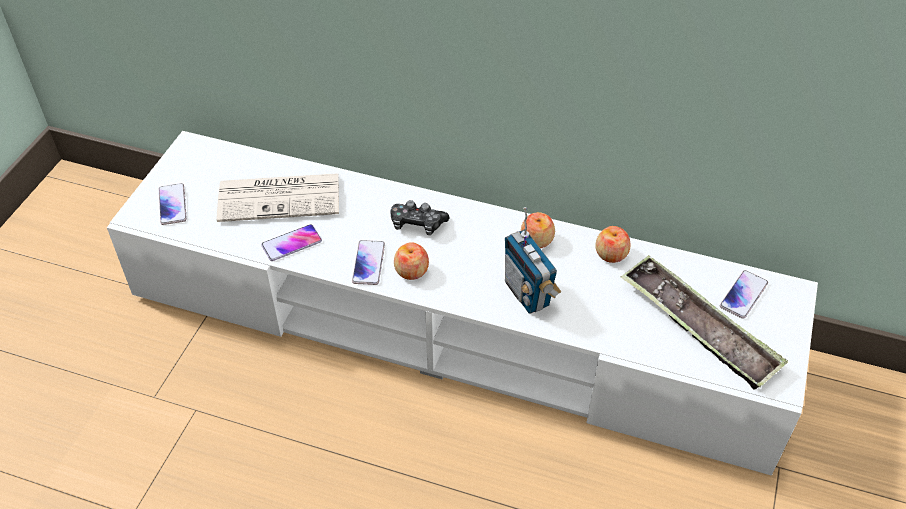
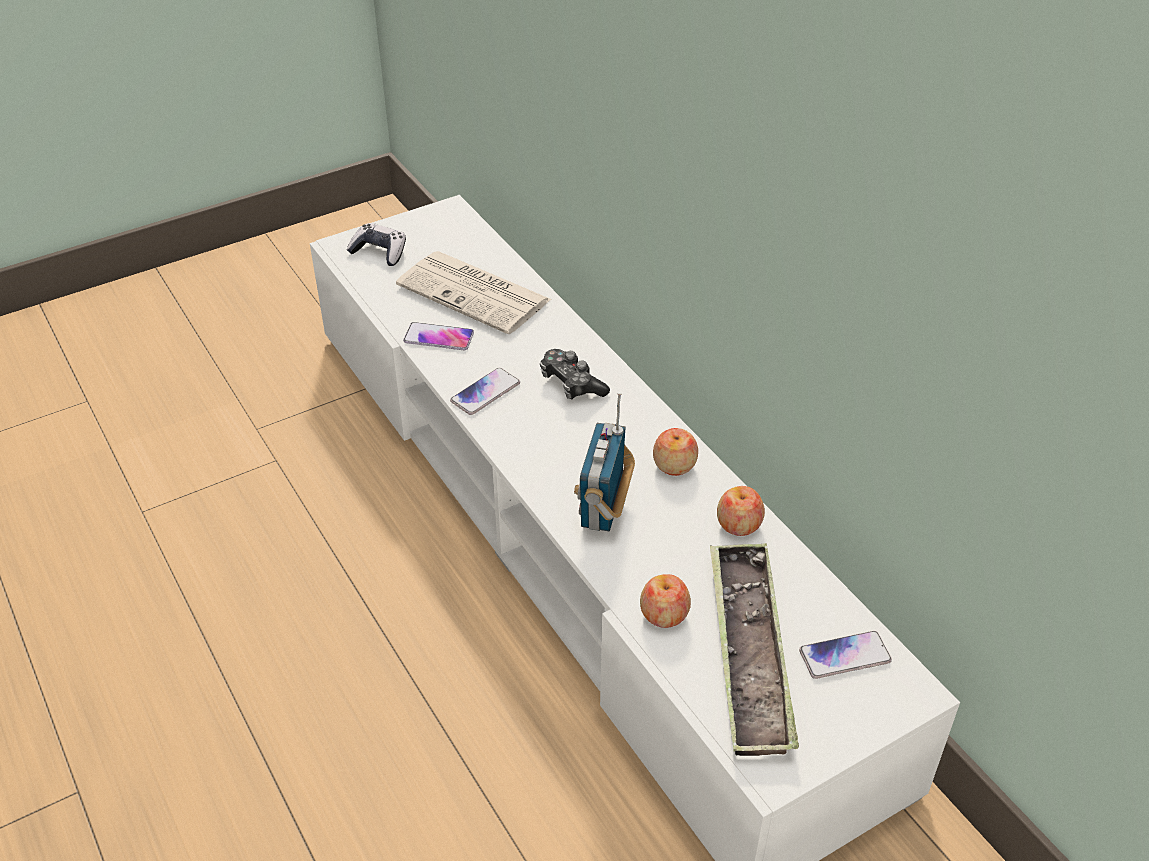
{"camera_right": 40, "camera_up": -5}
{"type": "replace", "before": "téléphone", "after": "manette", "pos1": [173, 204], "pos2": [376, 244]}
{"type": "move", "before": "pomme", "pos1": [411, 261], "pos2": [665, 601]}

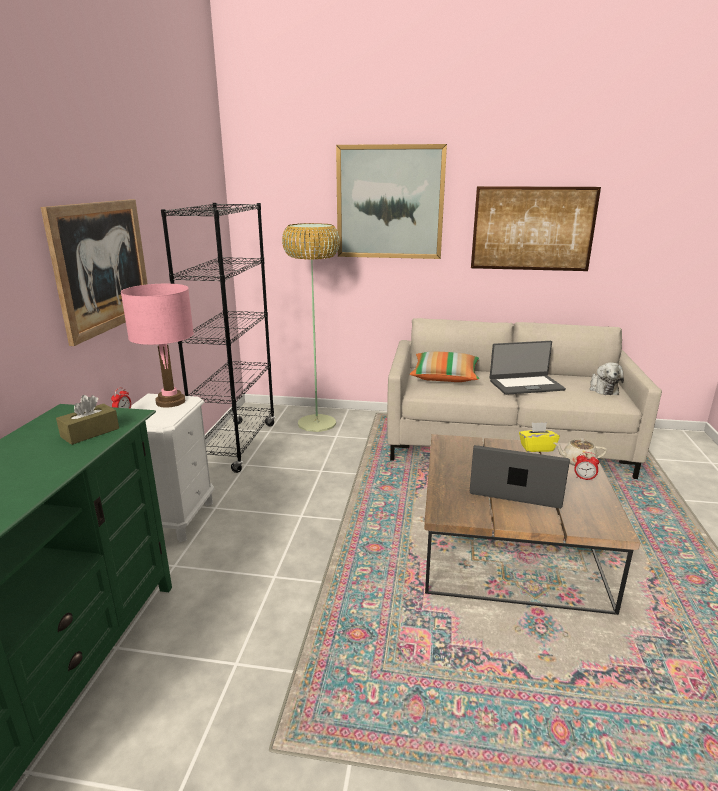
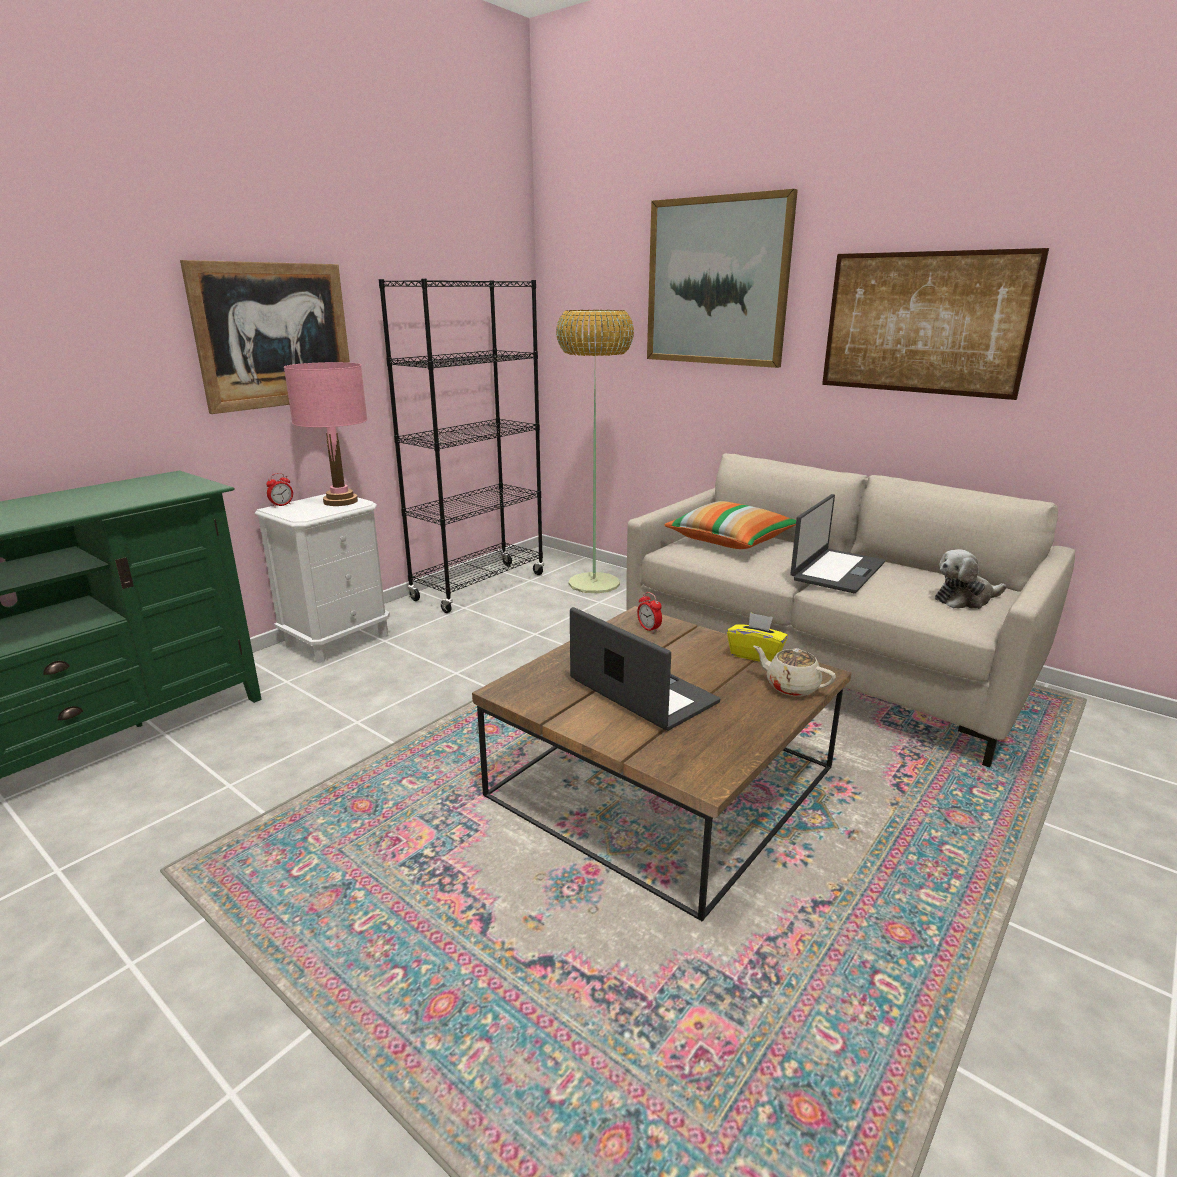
{"camera_right": 30, "camera_up": 0}
{"type": "delete", "before": "boîte à mouchoirs [marron]", "pos1": [87, 420]}
{"type": "rotate", "before": "ordinateur portable", "pos1": [528, 368], "pos2": [837, 543], "turn": -75}
{"type": "move", "before": "réveil", "pos1": [586, 466], "pos2": [649, 612]}
{"type": "rotate", "before": "peluche", "pos1": [606, 378], "pos2": [970, 579], "turn": 45}

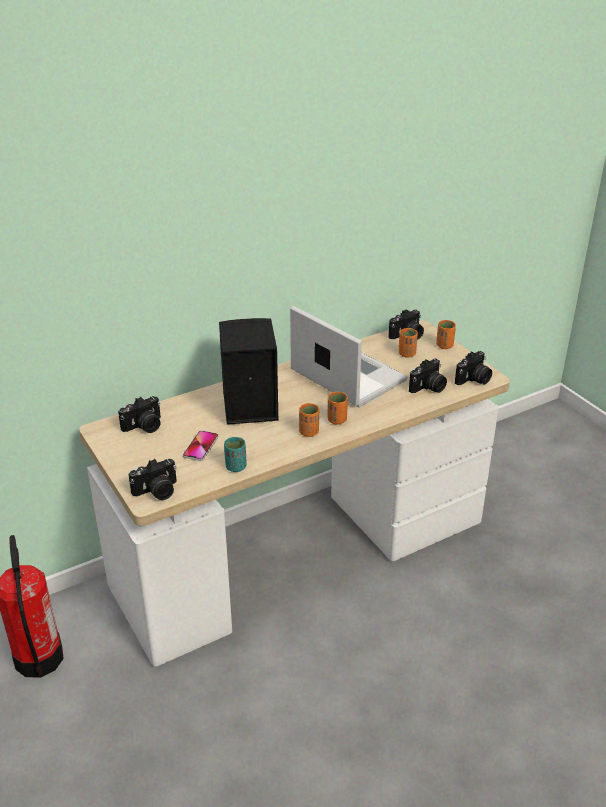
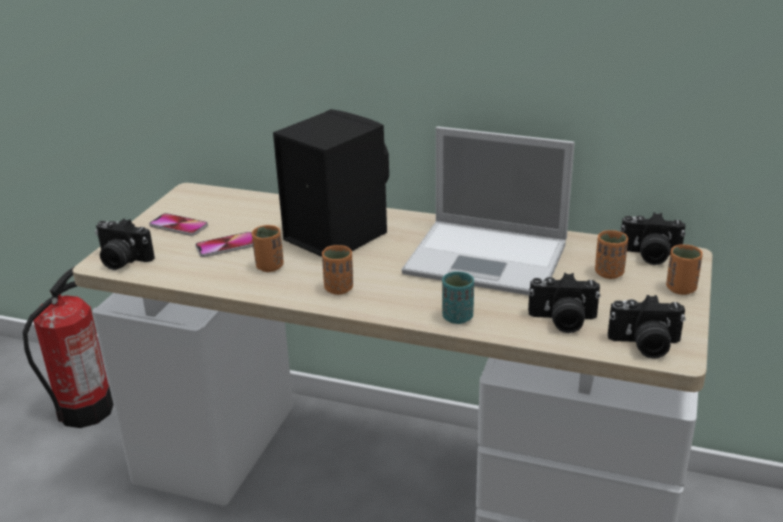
{"camera_right": 50, "camera_up": -5}
{"type": "delete", "before": "appareil photo", "pos1": [139, 414]}
{"type": "move", "before": "tasse [turquoise]", "pos1": [235, 454], "pos2": [458, 297]}
{"type": "rotate", "before": "ordinateur portable", "pos1": [349, 356], "pos2": [488, 210], "turn": 105}
{"type": "move", "before": "tasse [orange]", "pos1": [337, 408], "pos2": [268, 248]}
{"type": "insert", "after": "téléphone", "pos2": [178, 224]}

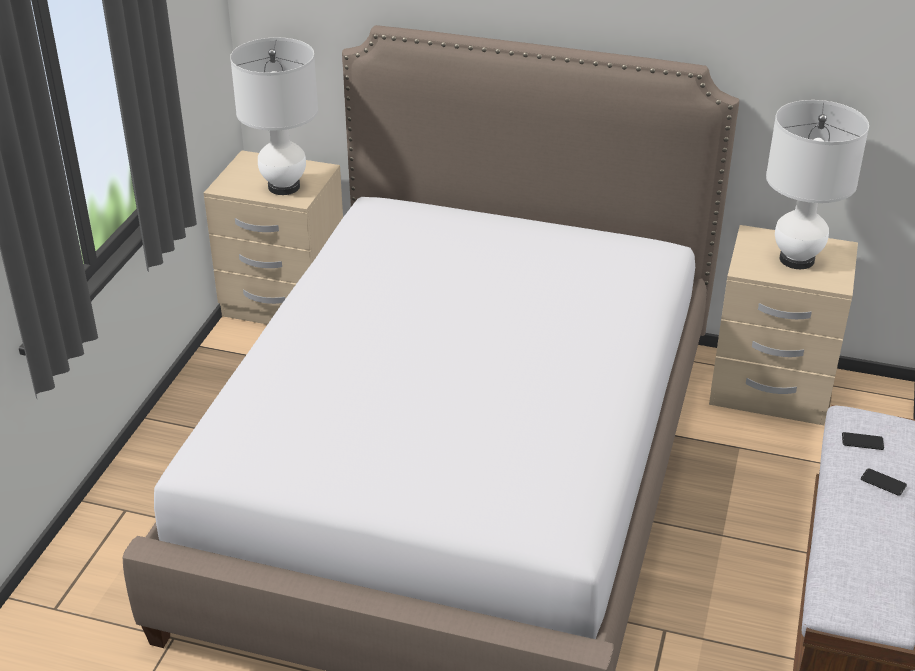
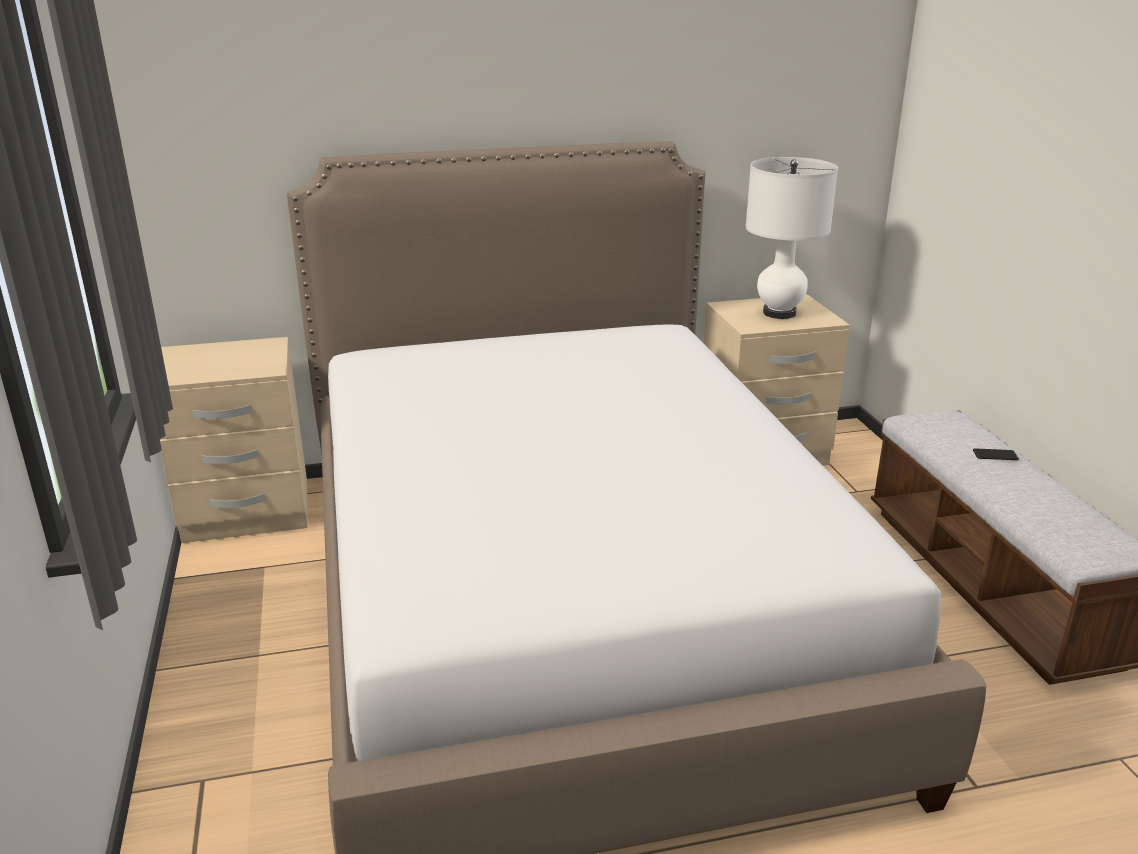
{"camera_right": -30, "camera_up": -10}
{"type": "delete", "before": "lampe de table [blanc]", "pos1": [274, 116]}
{"type": "delete", "before": "téléphone", "pos1": [863, 441]}

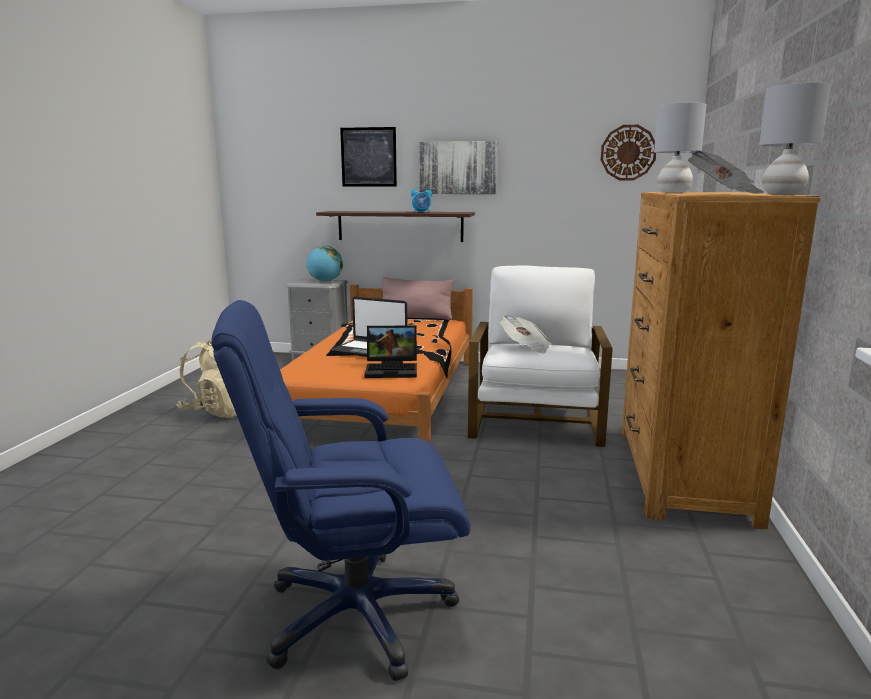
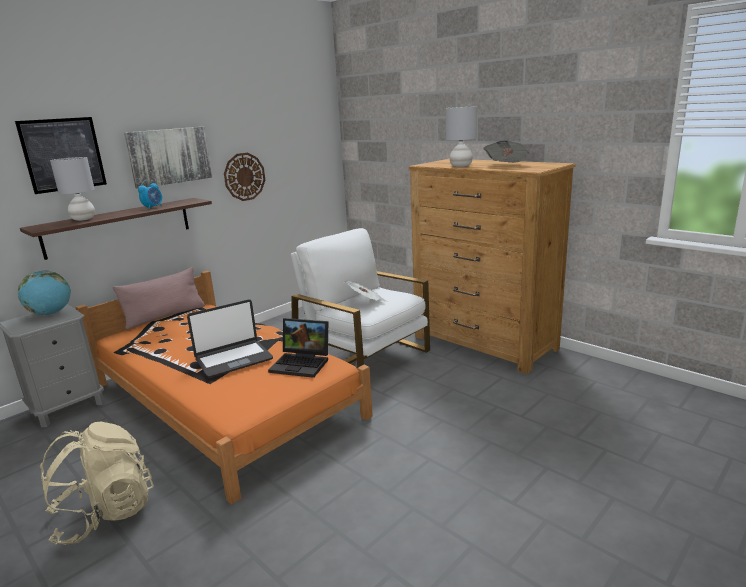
{"camera_right": -55, "camera_up": 5}
{"type": "delete", "before": "chaise de bureau [bleu]", "pos1": [341, 490]}
{"type": "rotate", "before": "ordinateur portable", "pos1": [391, 351], "pos2": [298, 348], "turn": 75}
{"type": "move", "before": "horloge murale", "pos1": [628, 152], "pos2": [244, 177]}
{"type": "move", "before": "lampe de table [gris]", "pos1": [795, 139], "pos2": [72, 189]}

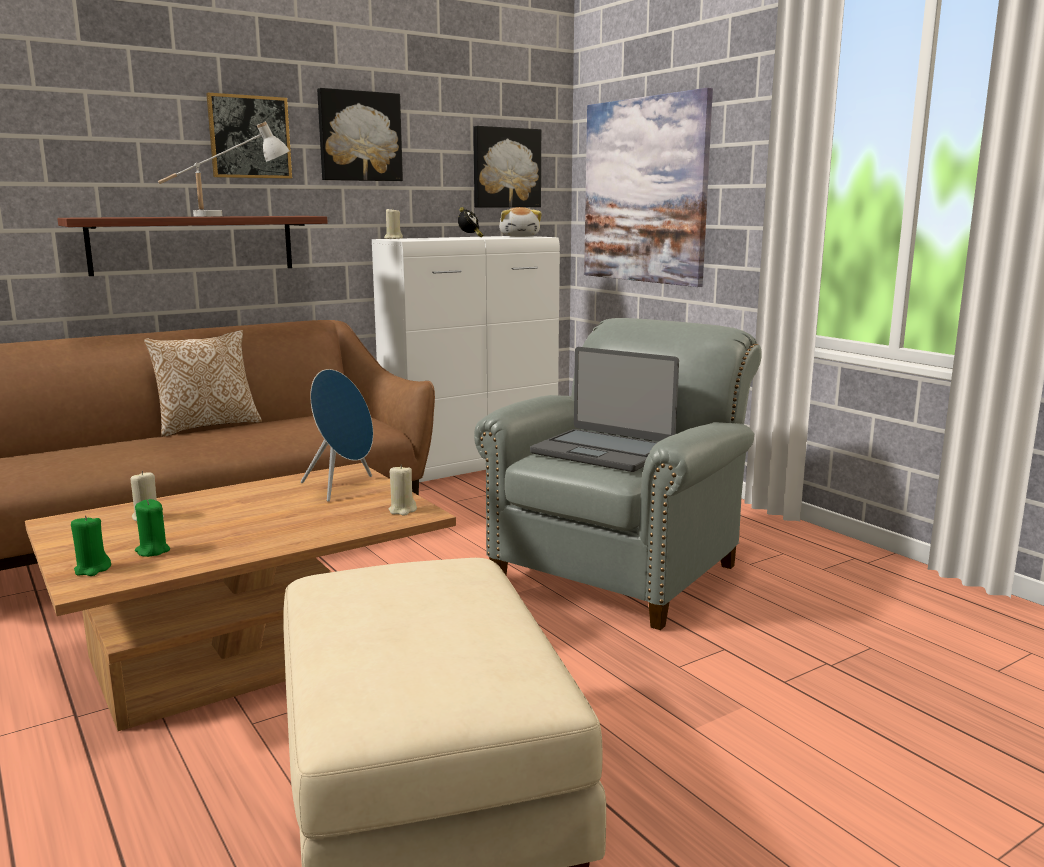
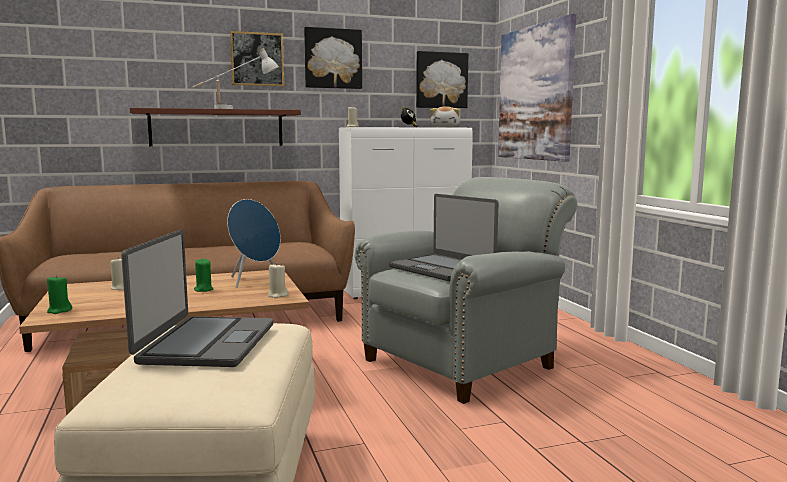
{"camera_right": 15, "camera_up": -5}
{"type": "move", "before": "bougie [vert]", "pos1": [152, 528], "pos2": [203, 275]}
{"type": "delete", "before": "coussin", "pos1": [203, 383]}
{"type": "insert", "after": "ordinateur portable", "pos2": [197, 298]}

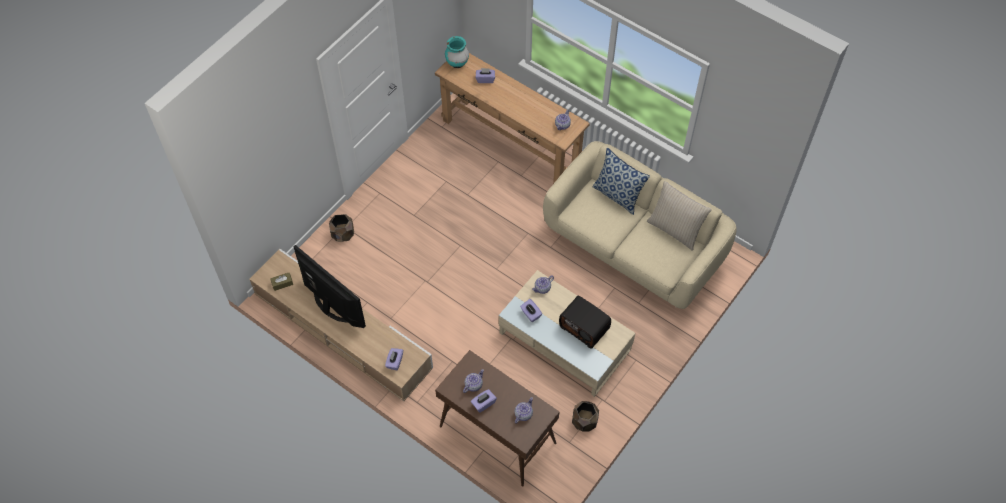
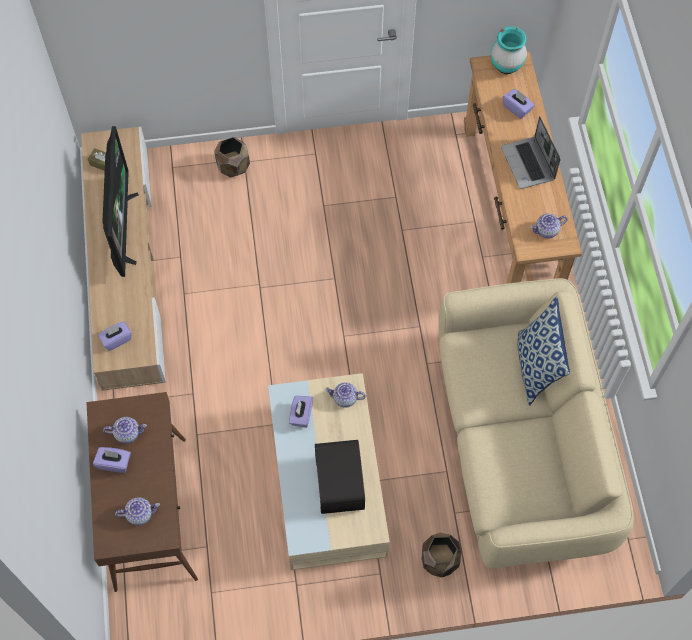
{"camera_right": 45, "camera_up": 5}
{"type": "move", "before": "cache-pot [marron]", "pos1": [585, 416], "pos2": [441, 555]}
{"type": "delete", "before": "coussin [beige]", "pos1": [679, 216]}
{"type": "insert", "after": "ordinateur portable", "pos2": [531, 152]}

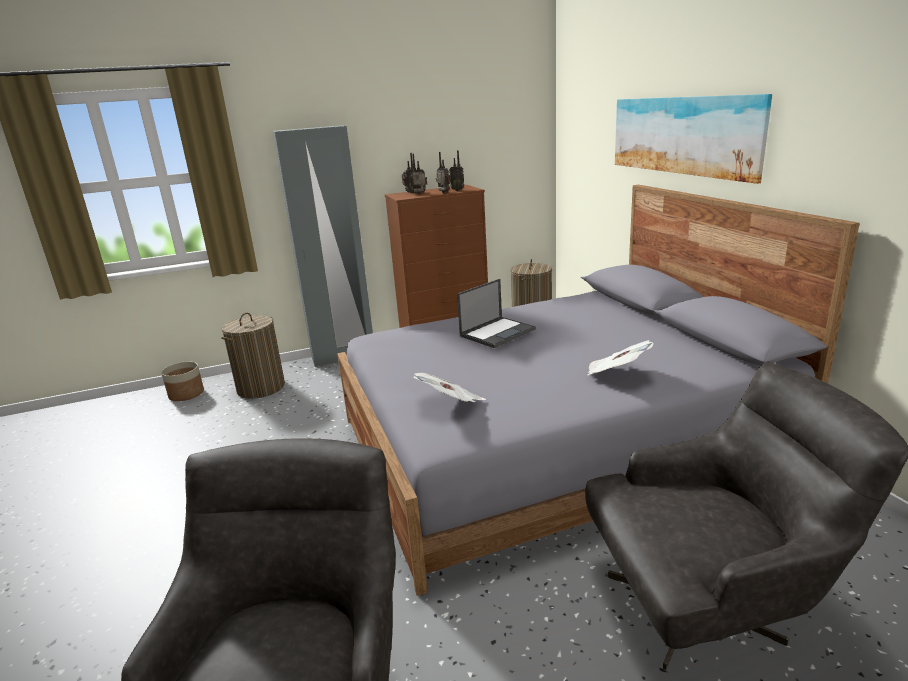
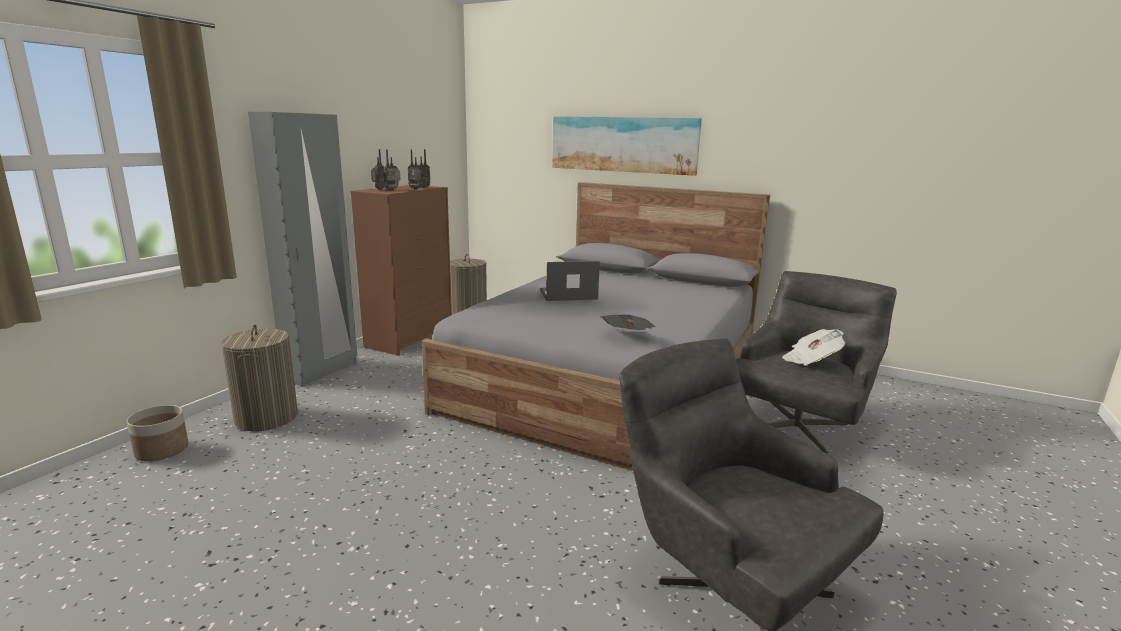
{"camera_right": -45, "camera_up": -5}
{"type": "rotate", "before": "ordinateur portable", "pos1": [496, 313], "pos2": [570, 281], "turn": -105}
{"type": "move", "before": "journal", "pos1": [621, 357], "pos2": [813, 347]}

